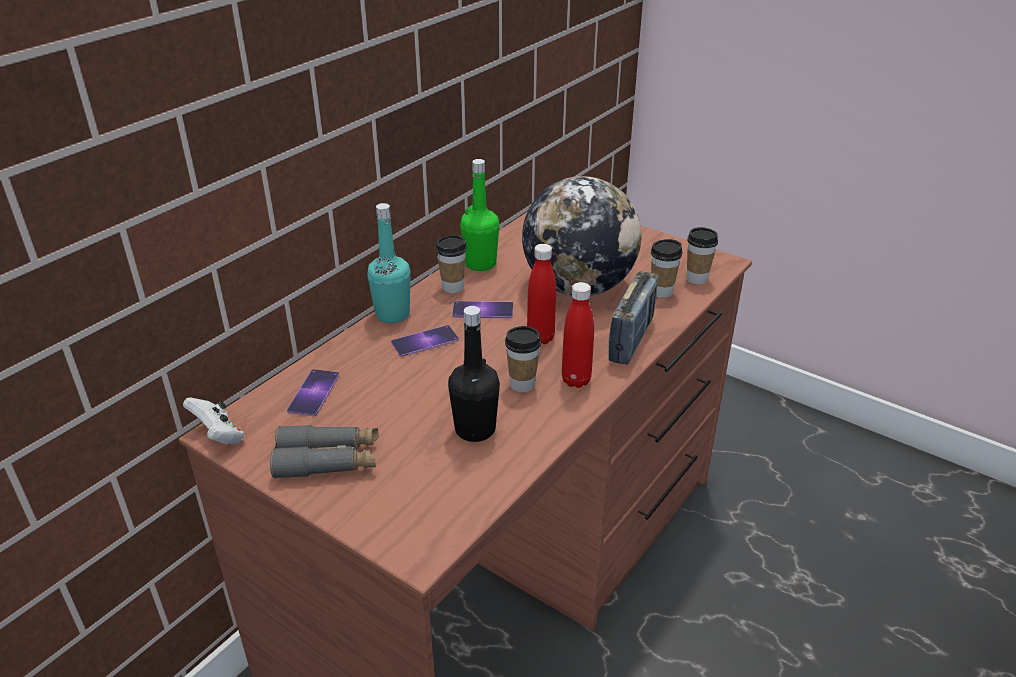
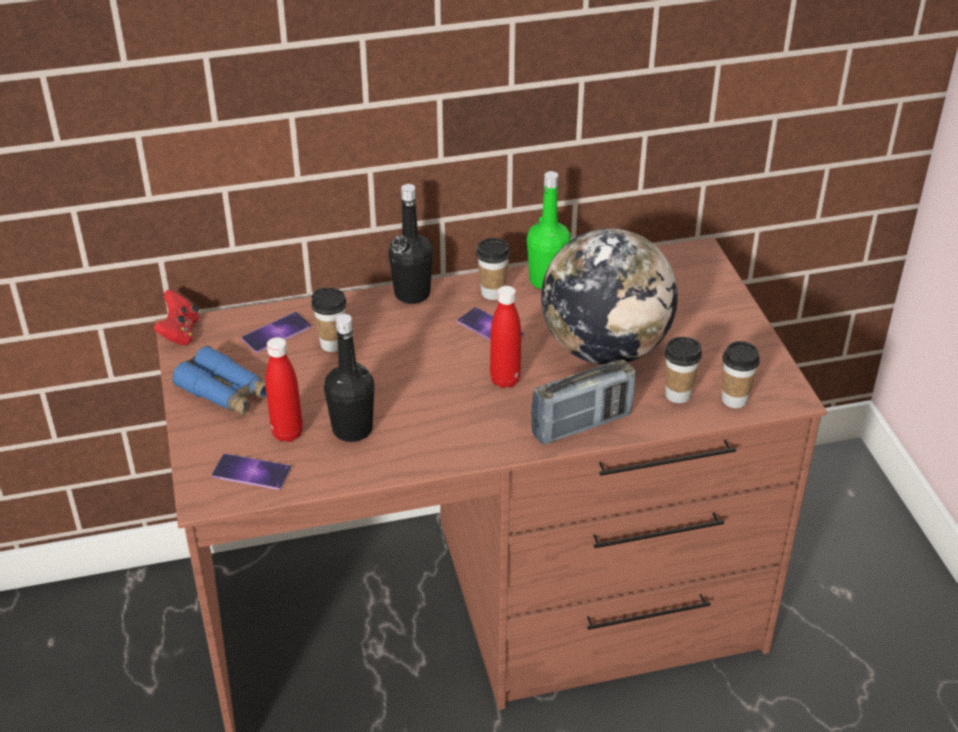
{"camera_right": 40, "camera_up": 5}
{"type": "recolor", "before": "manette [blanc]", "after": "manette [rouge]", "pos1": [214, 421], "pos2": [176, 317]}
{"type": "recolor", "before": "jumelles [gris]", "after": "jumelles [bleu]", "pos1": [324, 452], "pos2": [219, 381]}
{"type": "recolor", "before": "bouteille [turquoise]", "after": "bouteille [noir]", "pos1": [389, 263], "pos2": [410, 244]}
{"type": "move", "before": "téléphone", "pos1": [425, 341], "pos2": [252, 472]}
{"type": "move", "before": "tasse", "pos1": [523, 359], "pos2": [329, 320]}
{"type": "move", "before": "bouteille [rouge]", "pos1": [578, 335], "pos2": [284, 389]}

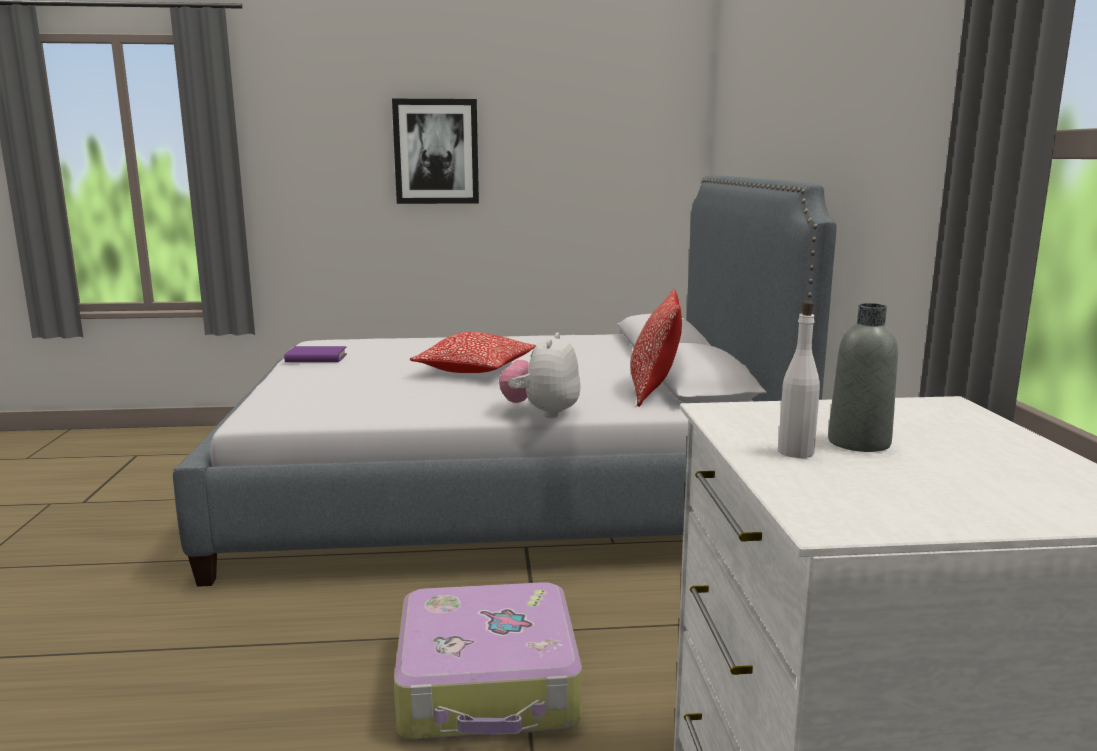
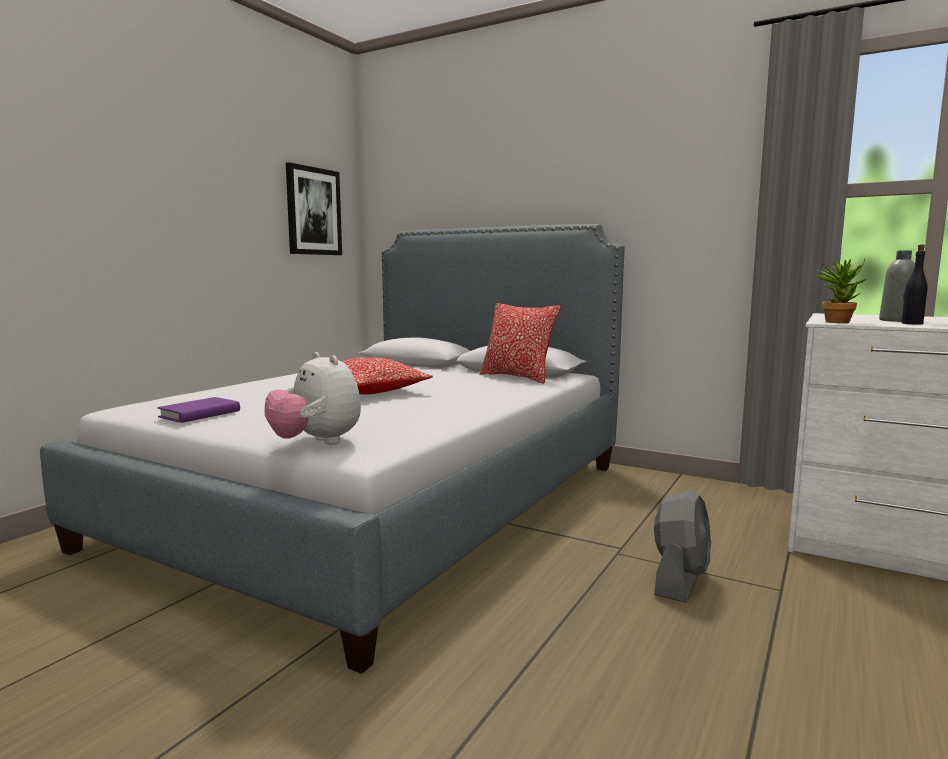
{"camera_right": -55, "camera_up": -5}
{"type": "move", "before": "tableau", "pos1": [435, 151], "pos2": [314, 208]}
{"type": "replace", "before": "valise", "after": "ventilateur [gris]", "pos1": [488, 661], "pos2": [682, 546]}
{"type": "move", "before": "peluche", "pos1": [539, 375], "pos2": [313, 398]}
{"type": "recolor", "before": "bouteille [blanc]", "after": "bouteille [noir]", "pos1": [799, 379], "pos2": [914, 284]}
{"type": "insert", "after": "plante en pot", "pos2": [841, 291]}

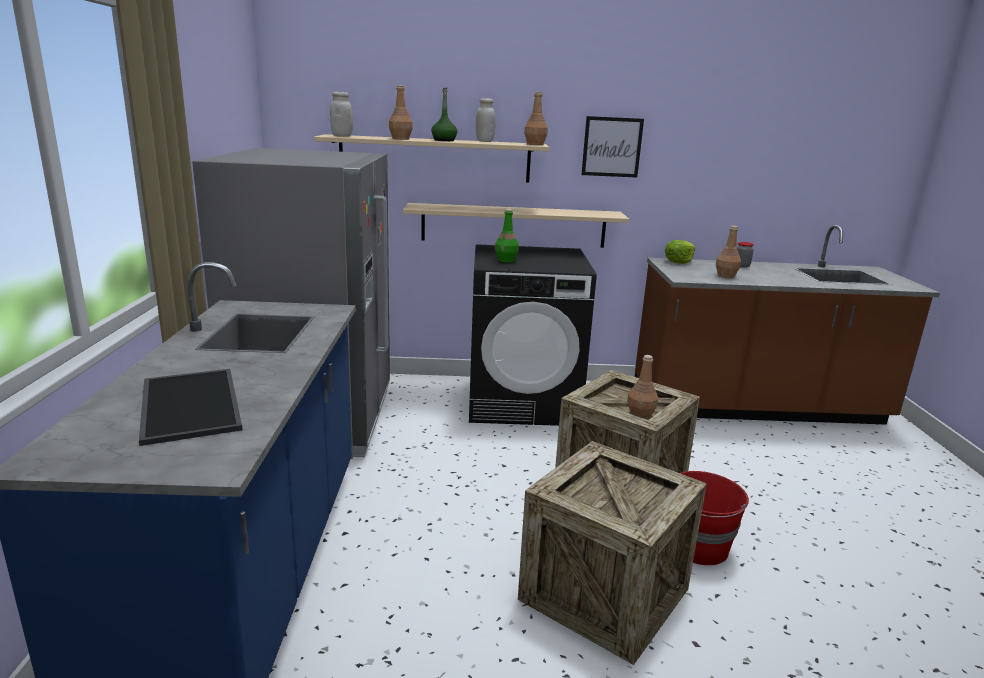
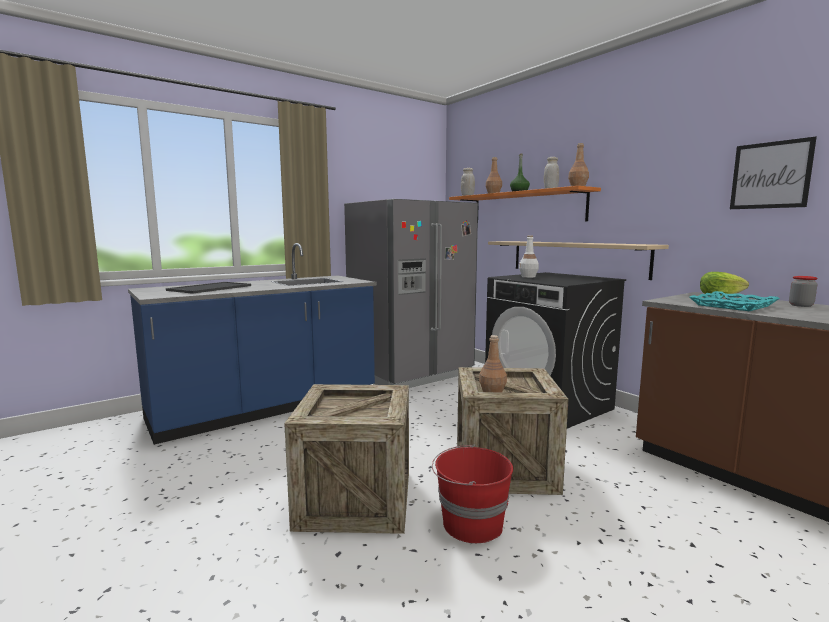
{"camera_right": 55, "camera_up": -10}
{"type": "recolor", "before": "étagère [beige]", "after": "étagère [orange]", "pos1": [432, 158], "pos2": [525, 203]}
{"type": "recolor", "before": "bouteille [vert]", "after": "bouteille [blanc]", "pos1": [507, 236], "pos2": [529, 257]}
{"type": "move", "before": "tableau", "pos1": [612, 147], "pos2": [773, 173]}
{"type": "replace", "before": "bouteille [marron]", "after": "plateau [turquoise]", "pos1": [728, 252], "pos2": [734, 301]}

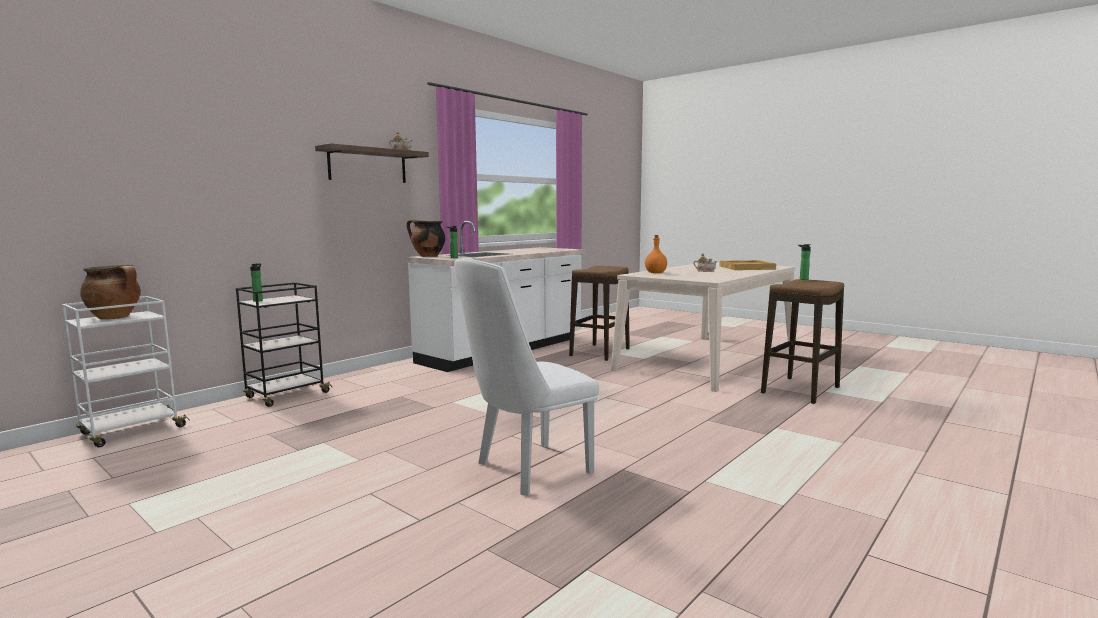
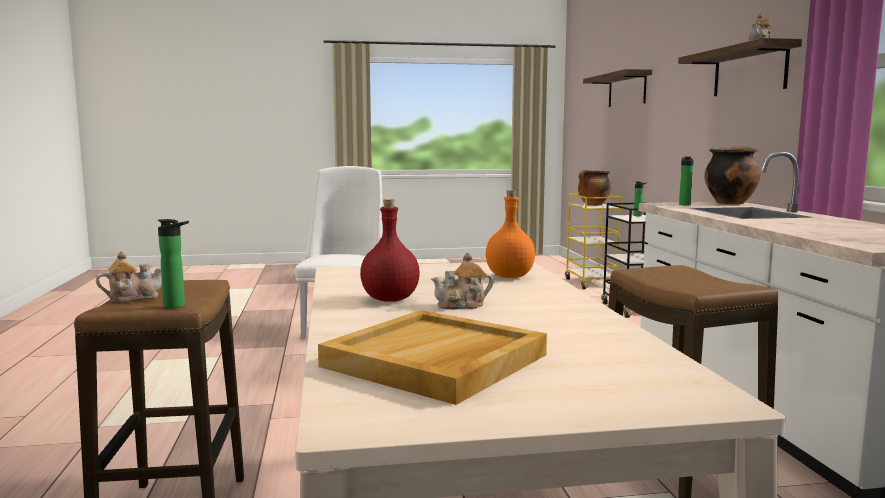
{"camera_right": 130, "camera_up": 0}
{"type": "recolor", "before": "chariot [blanc]", "after": "chariot [jaune]", "pos1": [126, 371], "pos2": [593, 241]}
{"type": "insert", "after": "théière", "pos2": [129, 276]}
{"type": "insert", "after": "bouteille [rouge]", "pos2": [390, 250]}
{"type": "insert", "after": "étagère", "pos2": [617, 88]}

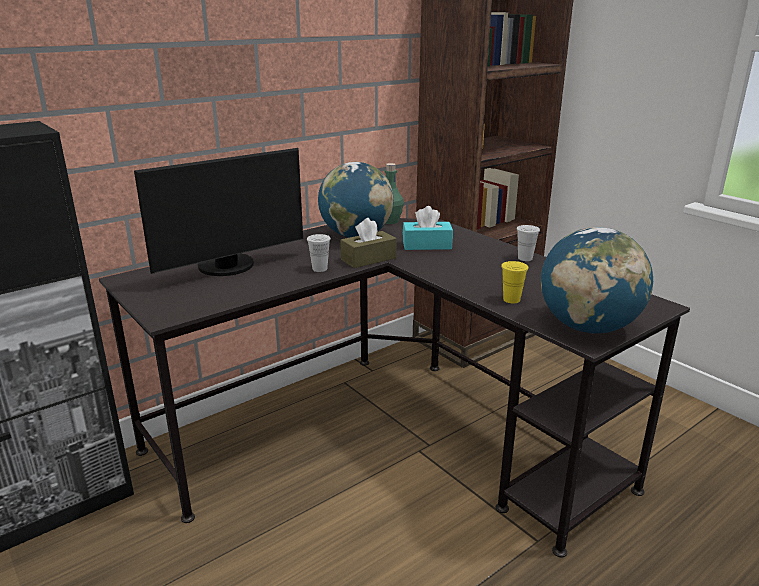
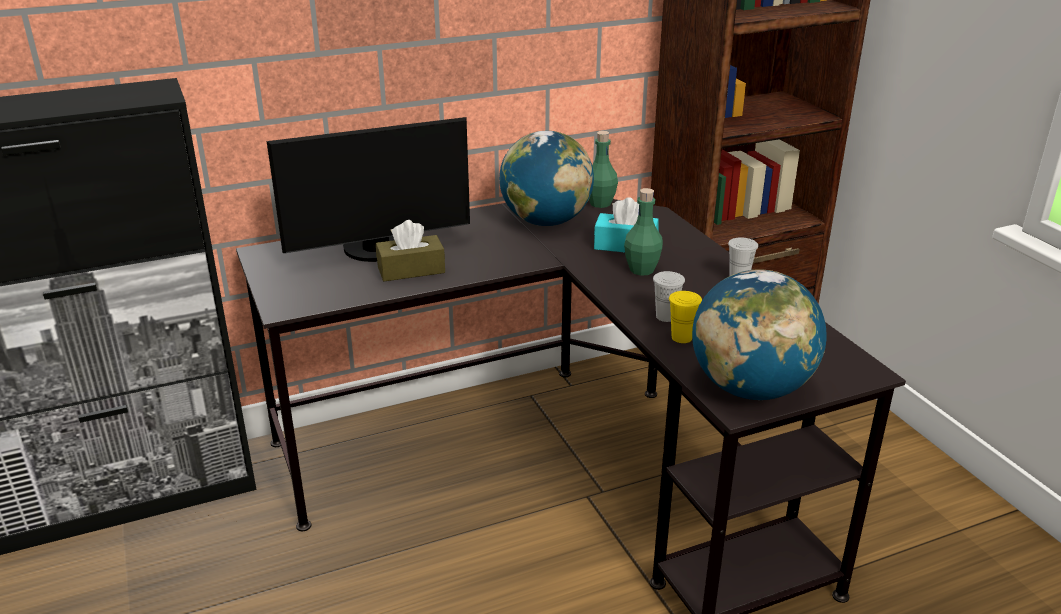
{"camera_right": 15, "camera_up": 5}
{"type": "move", "before": "tasse [blanc]", "pos1": [319, 253], "pos2": [669, 296]}
{"type": "move", "before": "boîte à mouchoirs [marron]", "pos1": [368, 243], "pos2": [410, 250]}
{"type": "insert", "after": "bouteille [vert]", "pos2": [643, 232]}

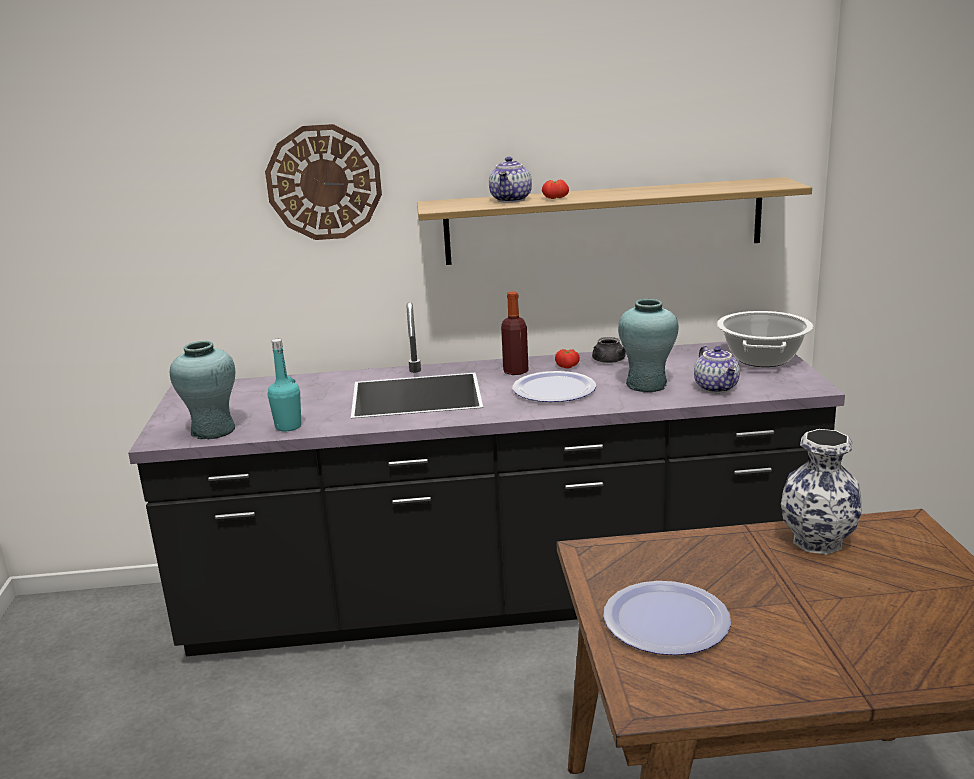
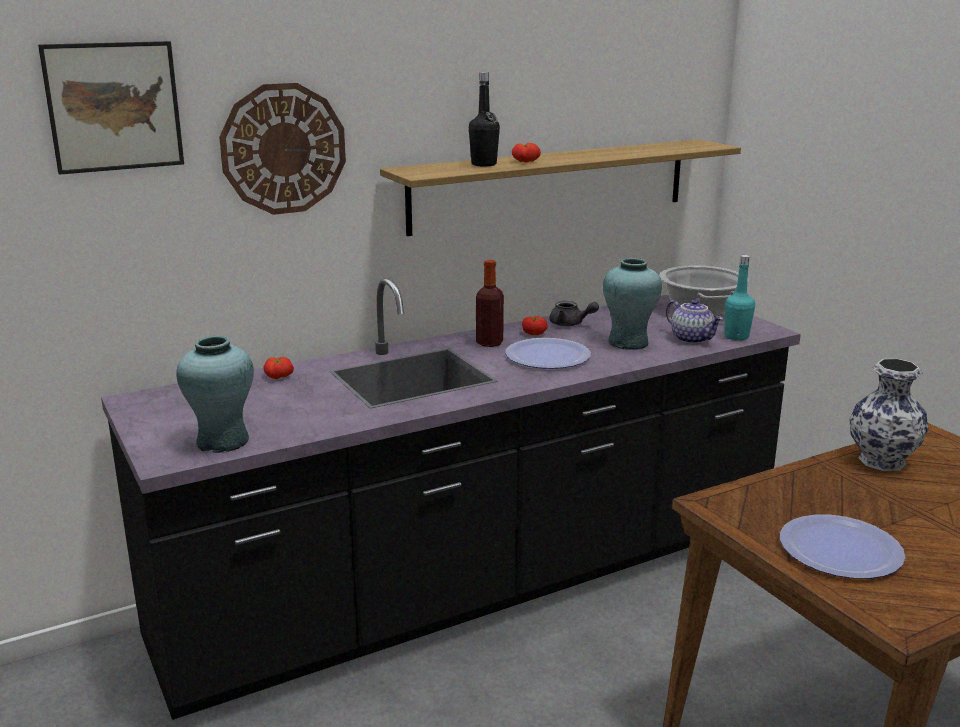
{"camera_right": -25, "camera_up": 0}
{"type": "move", "before": "bouteille [turquoise]", "pos1": [284, 385], "pos2": [740, 297]}
{"type": "replace", "before": "théière", "after": "bouteille [noir]", "pos1": [510, 180], "pos2": [484, 119]}
{"type": "insert", "after": "tableau", "pos2": [111, 108]}
{"type": "insert", "after": "tomate", "pos2": [278, 368]}

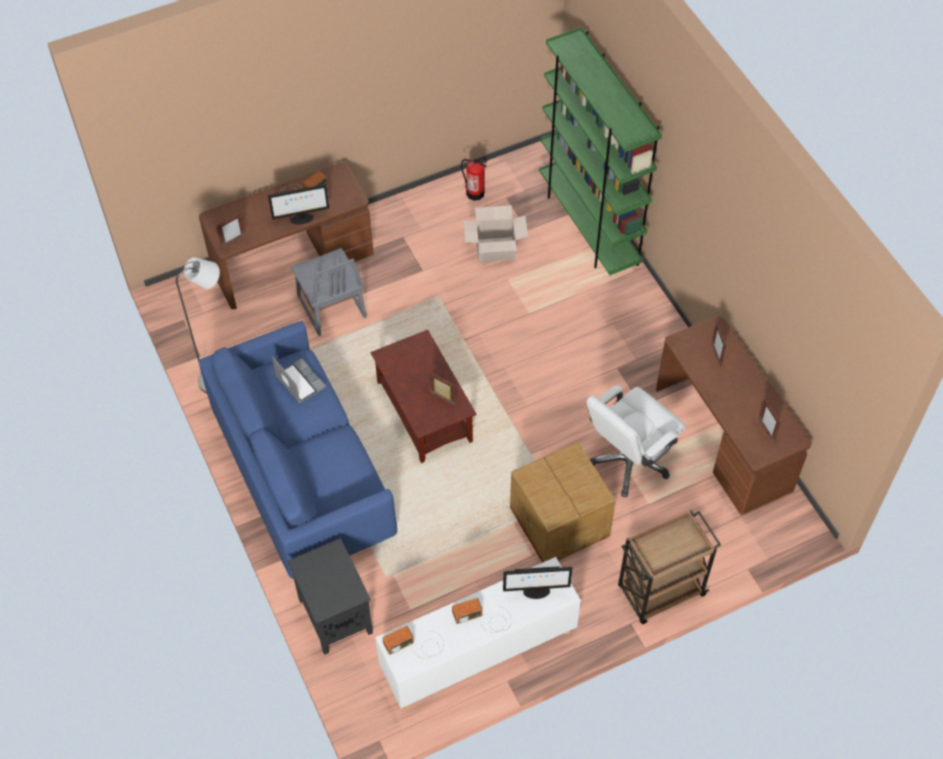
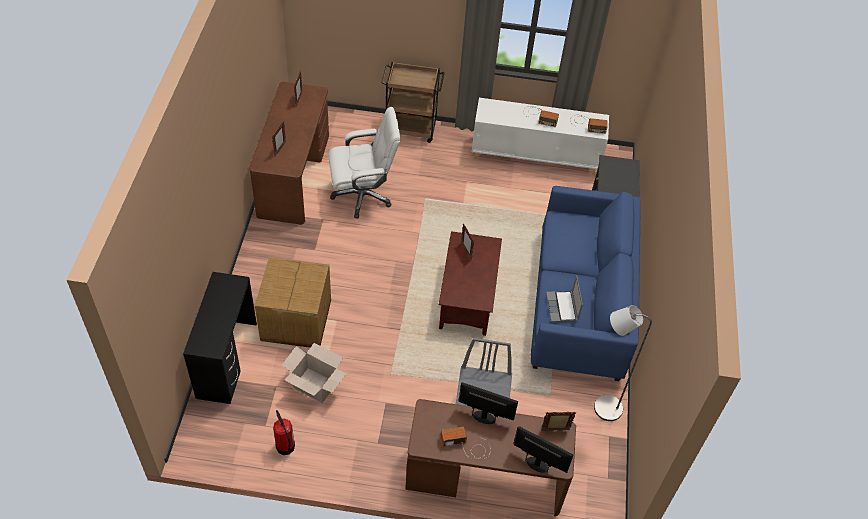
{"camera_right": -150, "camera_up": -5}
{"type": "move", "before": "écran d'ordinateur", "pos1": [538, 582], "pos2": [543, 449]}
{"type": "move", "before": "carton", "pos1": [563, 502], "pos2": [293, 302]}
{"type": "replace", "before": "bibliothèque [vert]", "after": "bureau [noir]", "pos1": [600, 151], "pos2": [220, 338]}

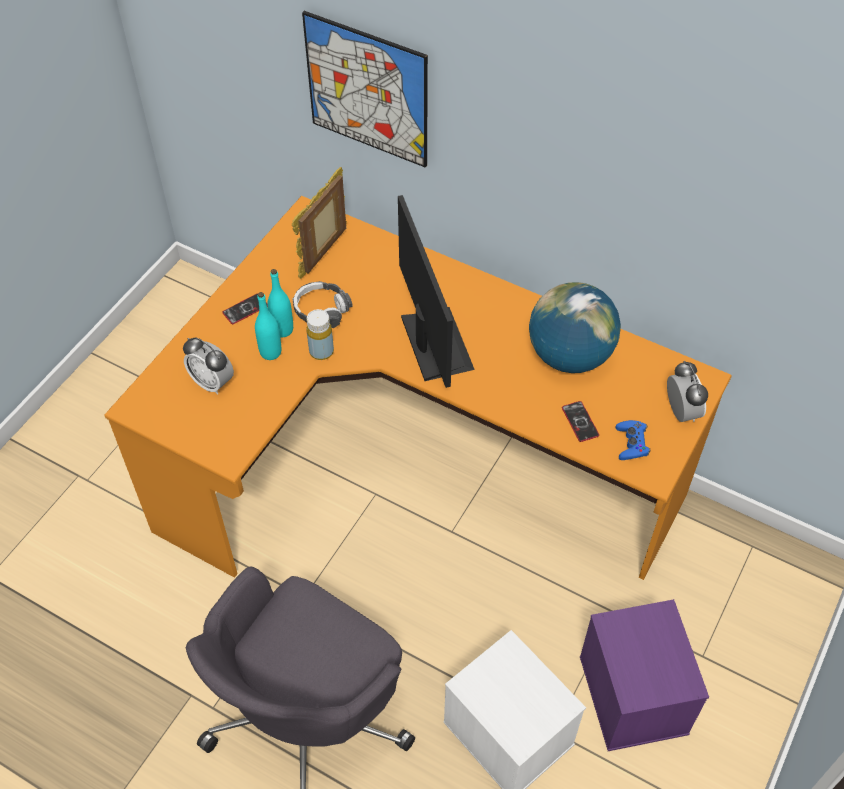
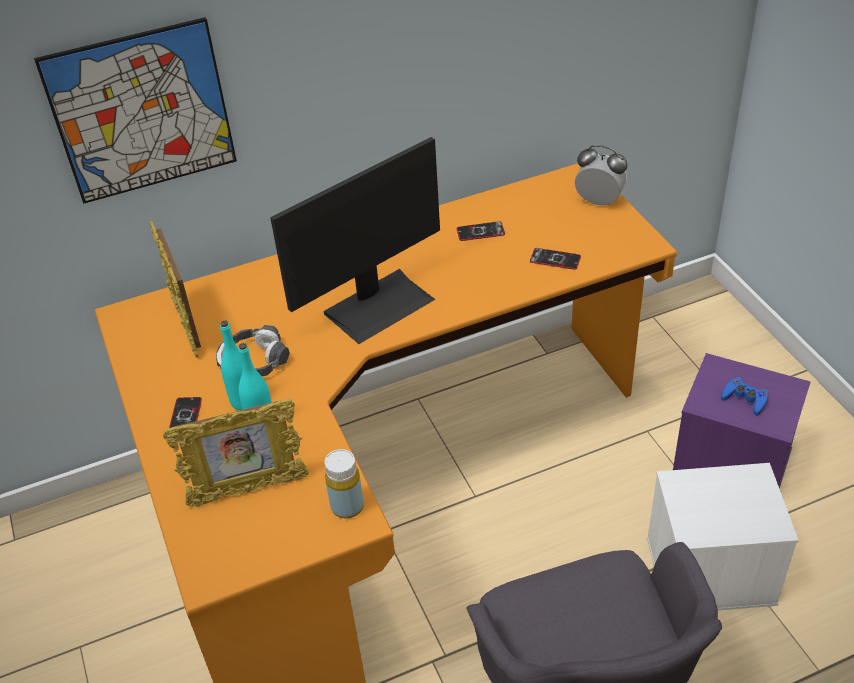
{"camera_right": -50, "camera_up": -10}
{"type": "replace", "before": "réveil", "after": "cadre photo", "pos1": [208, 366], "pos2": [236, 453]}
{"type": "move", "before": "bouteille [jaune]", "pos1": [320, 334], "pos2": [344, 483]}
{"type": "rotate", "before": "écran d'ordinateur", "pos1": [436, 291], "pos2": [355, 240], "turn": 120}
{"type": "replace", "before": "globe", "after": "téléphone", "pos1": [575, 327], "pos2": [480, 231]}
{"type": "move", "before": "manette [bleu]", "pos1": [632, 440], "pos2": [744, 396]}

